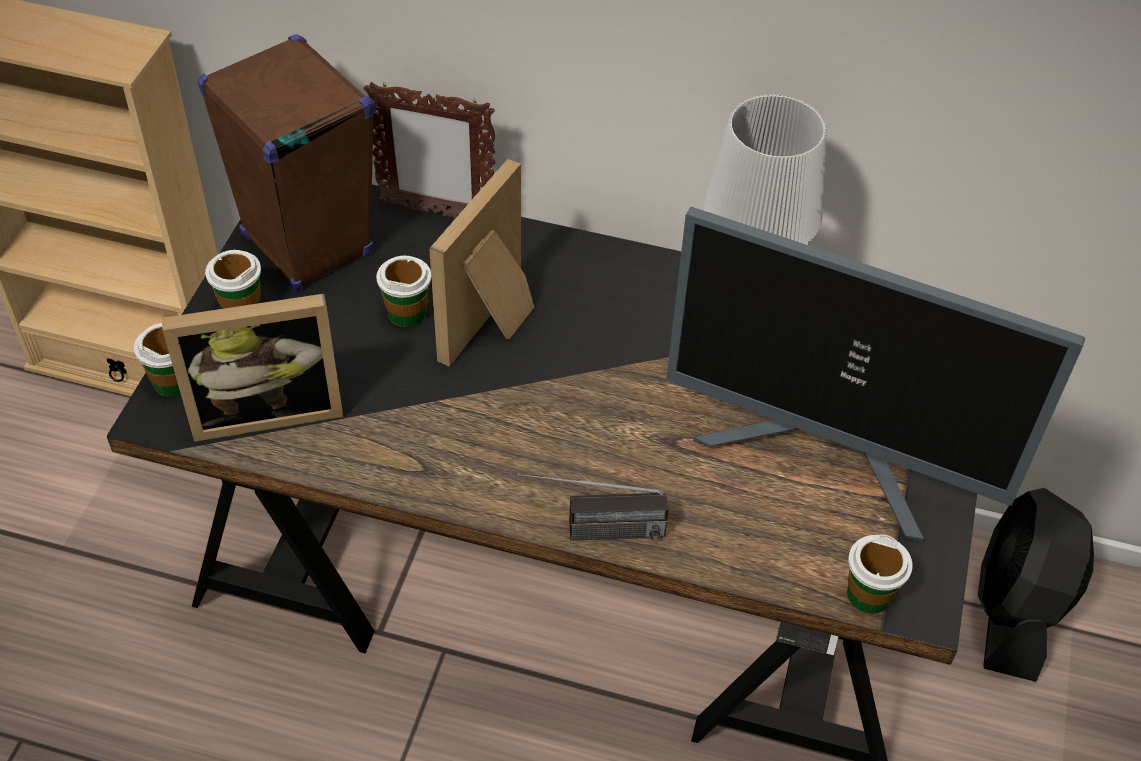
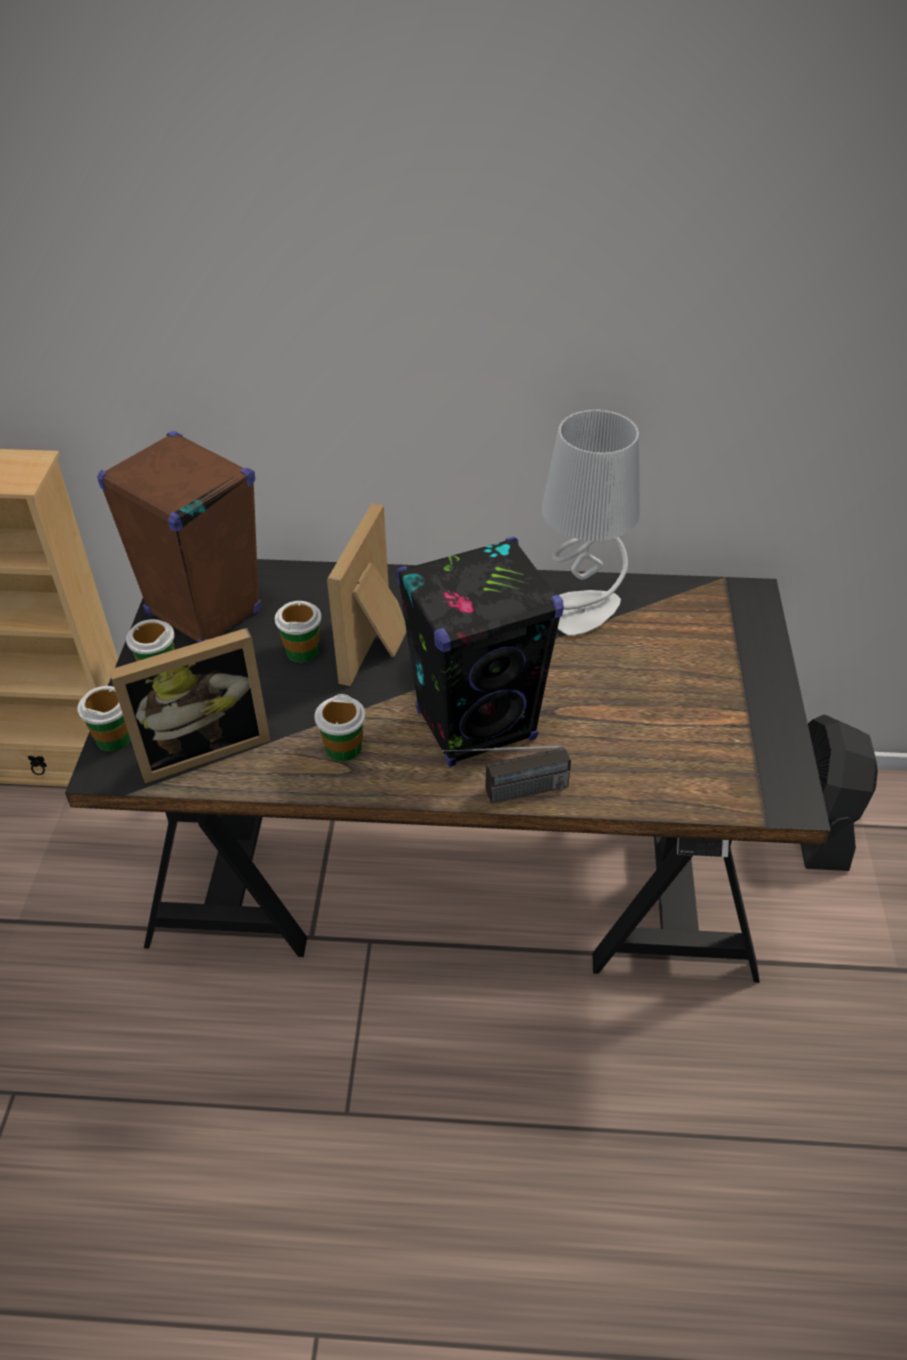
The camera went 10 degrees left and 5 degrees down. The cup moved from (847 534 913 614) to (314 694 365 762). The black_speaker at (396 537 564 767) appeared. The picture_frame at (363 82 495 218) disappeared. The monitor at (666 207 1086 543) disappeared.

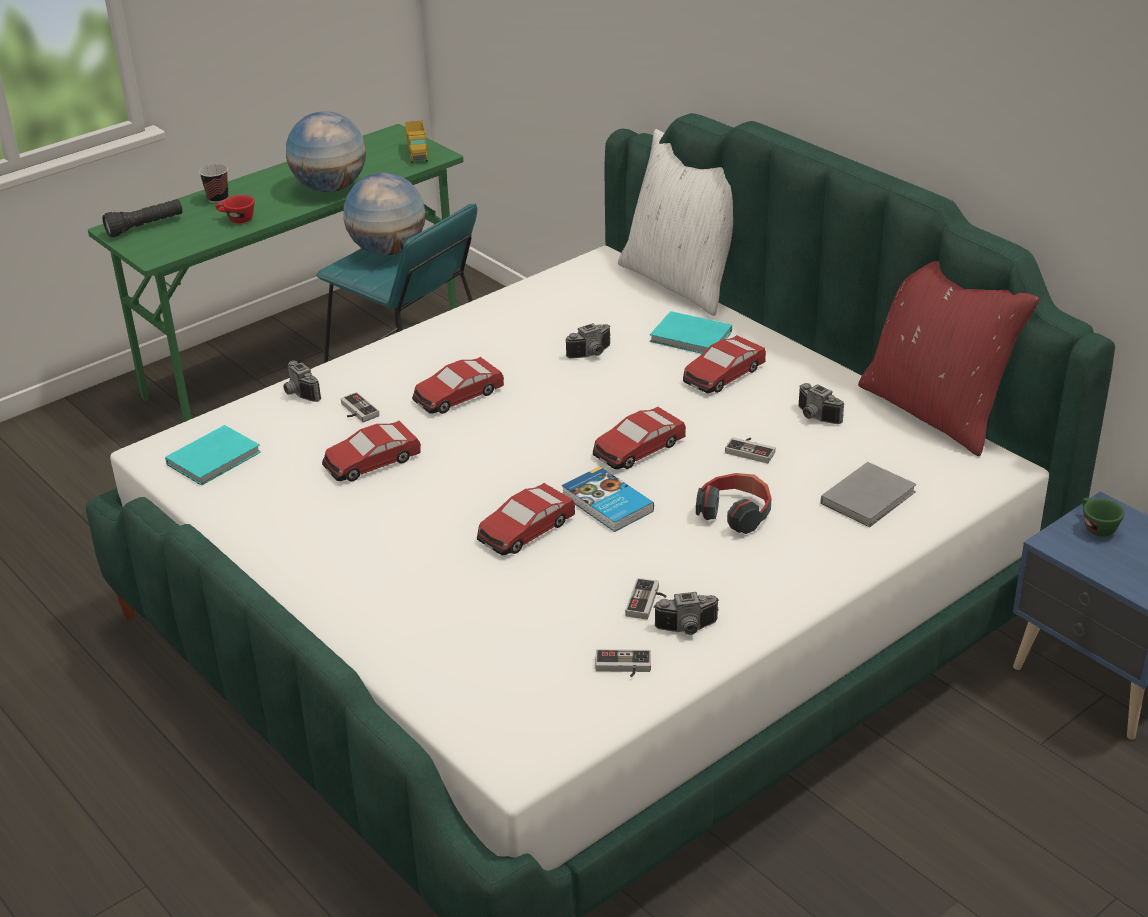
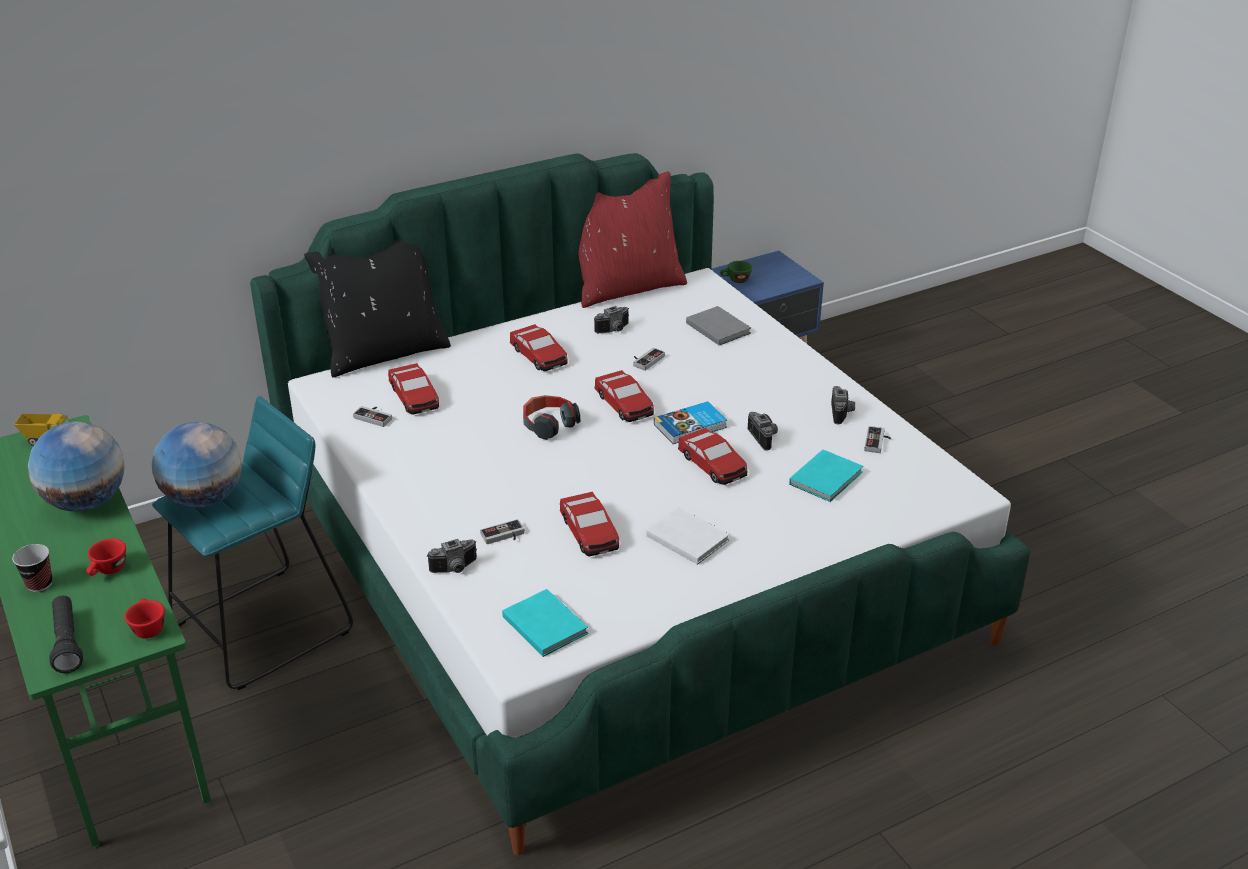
The camera went 80 degrees left and 0 degrees up. The red_cup at (125 599 165 638) appeared. The white_pillow at (618 129 733 316) became the black_pillow at (304 240 451 378). The game_controller moved from (625 578 666 619) to (353 406 392 427). The toy_car moved from (412 357 504 414) to (388 363 439 415). The headphones moved from (696 473 771 534) to (523 395 580 440). The white_book at (646 507 730 565) appeared. The photo_camera moved from (566 323 611 359) to (747 412 778 451). The turquoise_book moved from (650 311 732 354) to (789 449 863 502).

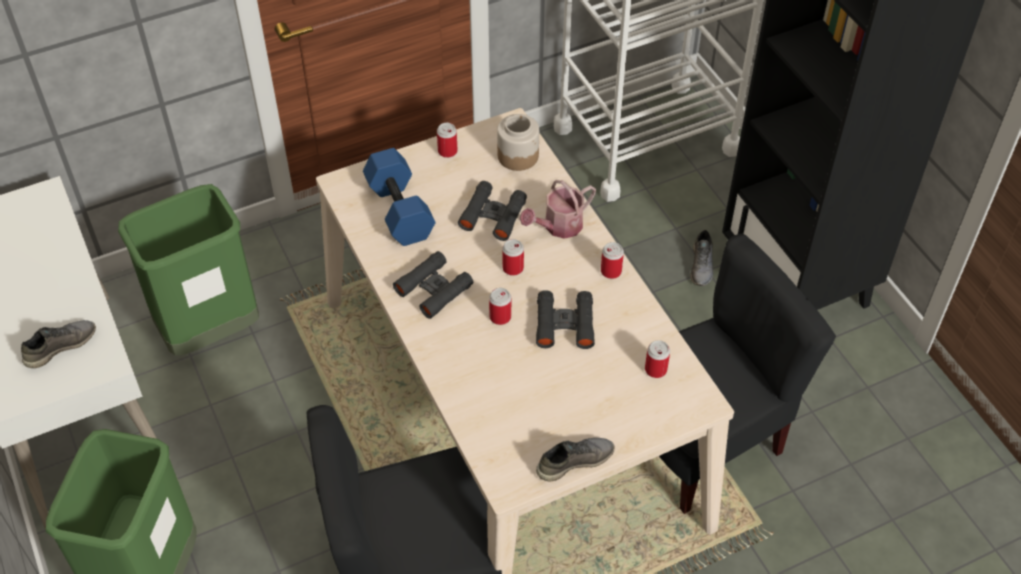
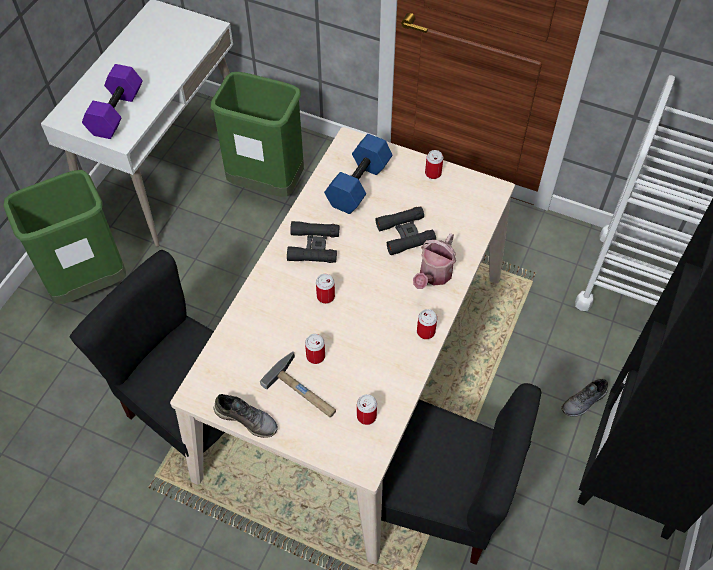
The camera went 50 degrees right and 5 degrees up. The grey_shoe at (21 320 96 368) was replaced by the purple_dumbbell at (82 64 143 139). The hammer at (260 351 336 417) appeared. The can moved from (502 239 524 276) to (305 334 325 364). The watering_can at (520 180 596 239) turned 75 degrees counterclockwise. The jar at (497 114 539 171) disappeared. The black_binoculars at (536 290 595 349) disappeared.

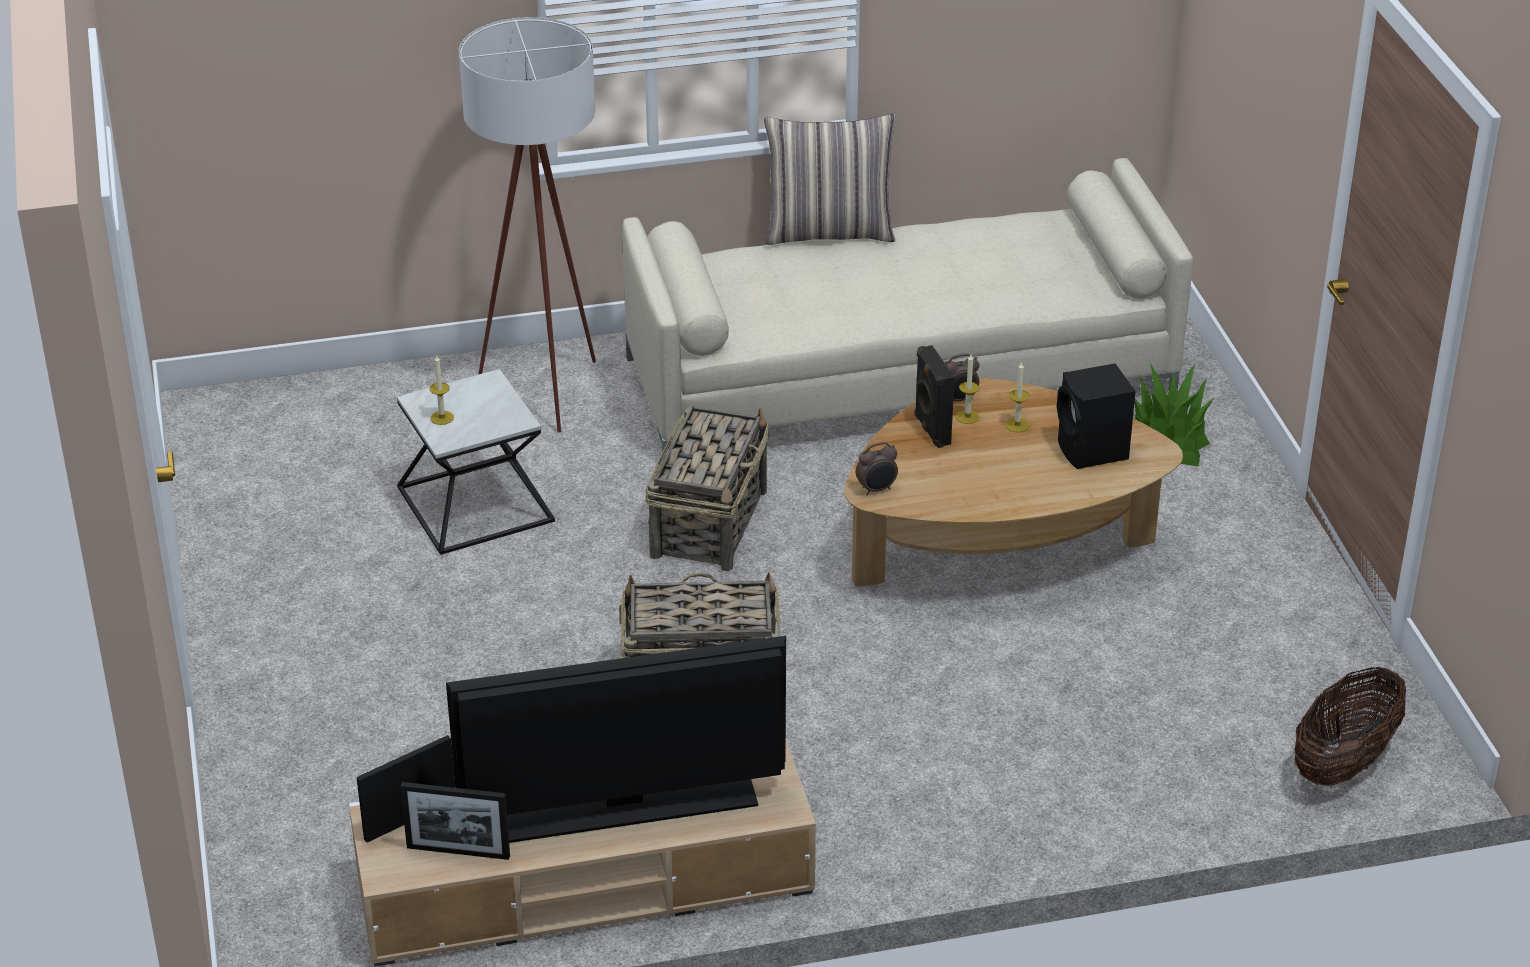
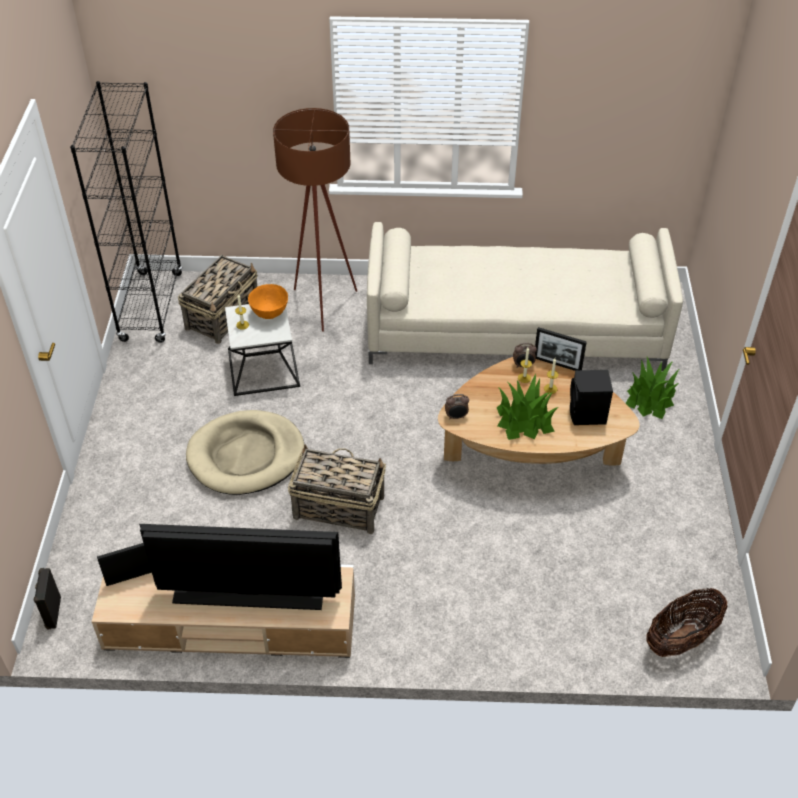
The camera went 15 degrees right and 10 degrees up. The black_speaker moved from (914 345 954 448) to (34 568 61 629). The black_bookcase at (70 81 183 343) appeared. The basket moved from (645 406 769 571) to (178 255 258 344). The beige_dog_bed at (186 410 304 495) appeared. The orange_bowl at (248 284 288 319) appeared. The white_floor_lamp at (459 17 596 432) became the brown_floor_lamp at (273 108 357 332). The potted_plant at (497 373 558 440) appeared. The picture_frame moved from (400 782 510 860) to (535 327 587 371). The pillow at (764 114 897 245) disappeared.

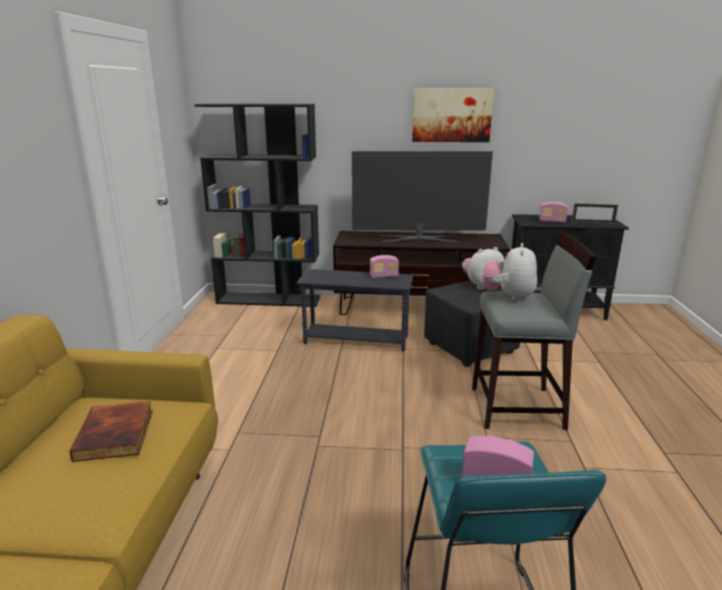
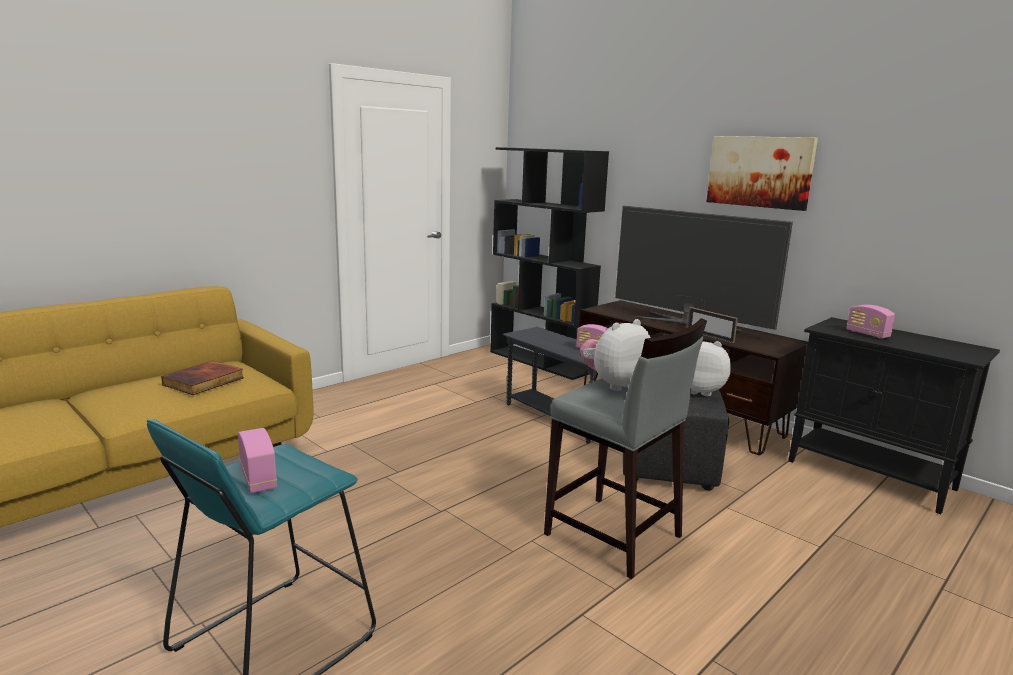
The camera went 40 degrees right and 5 degrees down. The picture_frame moved from (572 203 618 224) to (687 307 738 343).

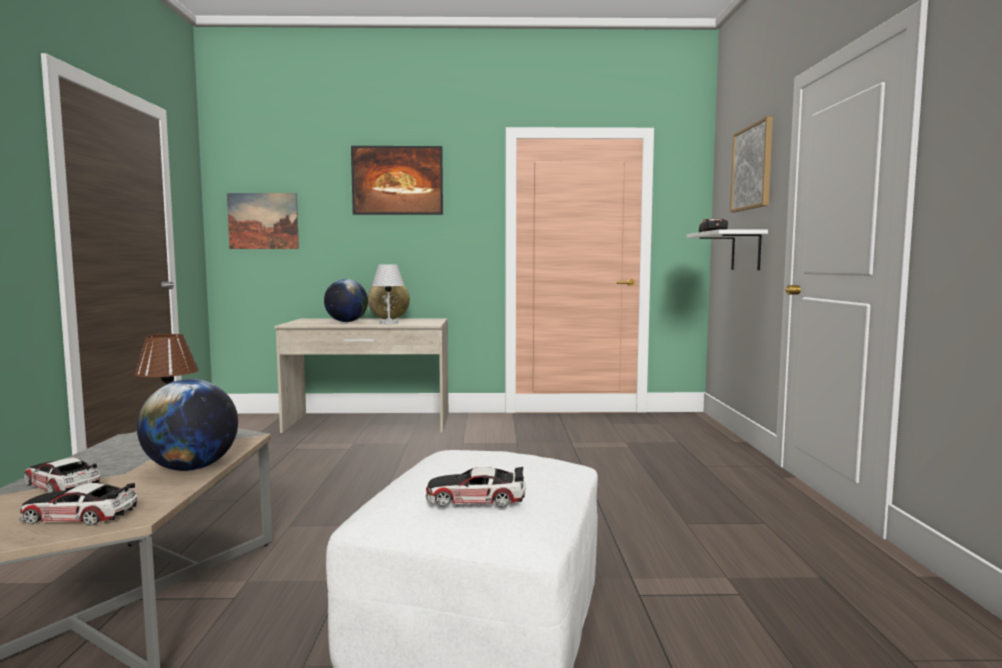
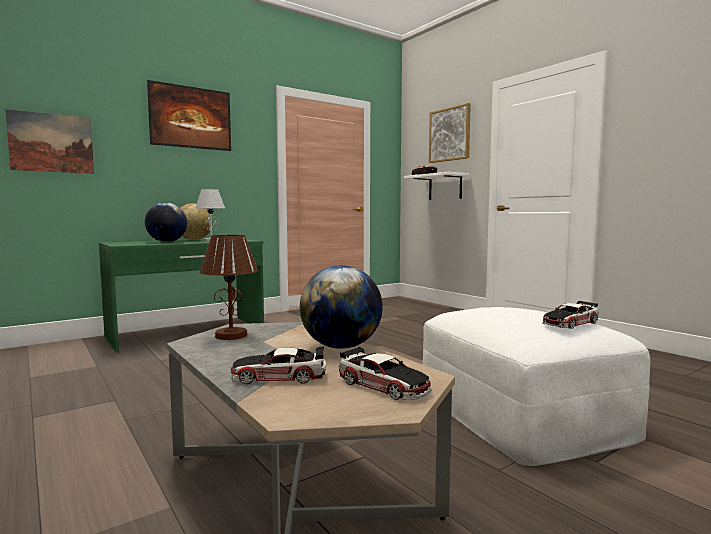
The camera went 35 degrees left and 0 degrees up. The beige_desk at (275 318 448 433) became the green_desk at (99 239 264 352). The toy_car at (19 483 137 525) turned 105 degrees counterclockwise.

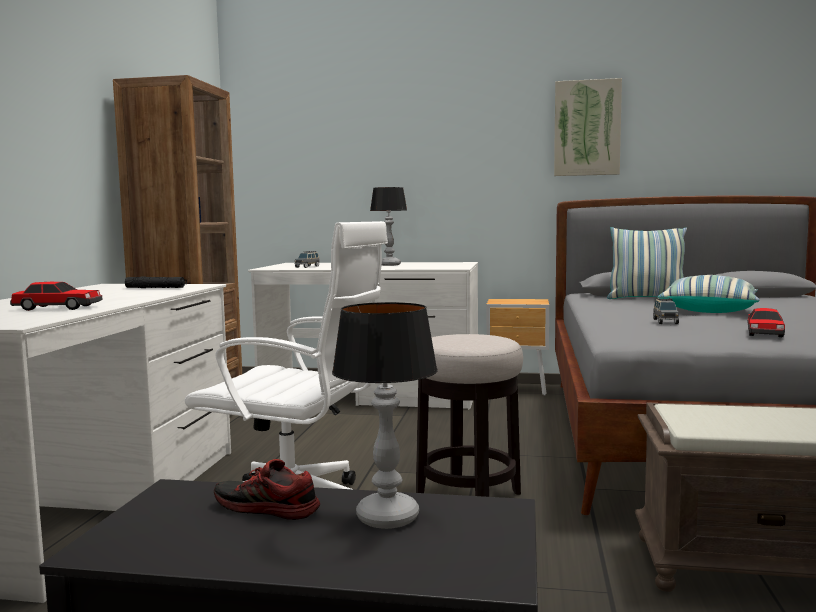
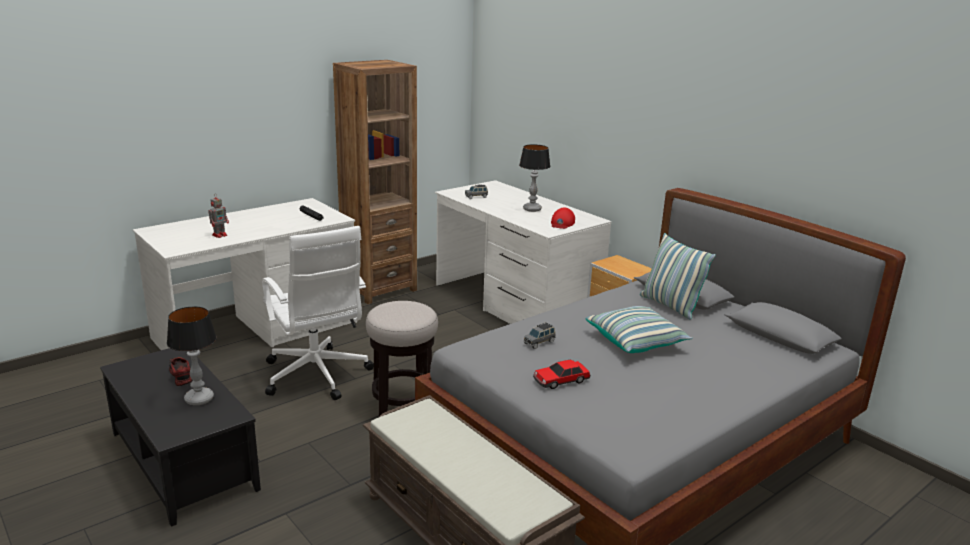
The camera went 40 degrees right and 15 degrees up. The toy_car at (10 282 102 311) was replaced by the toy_robot at (209 194 229 238). The red_cap at (551 207 575 229) appeared. The picture at (554 78 622 176) disappeared.

